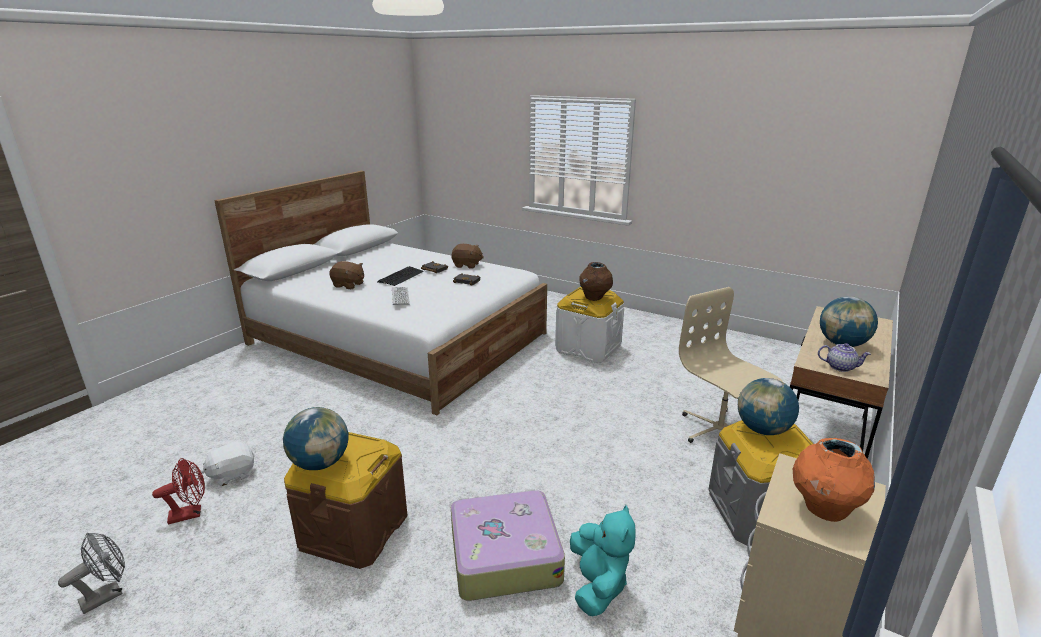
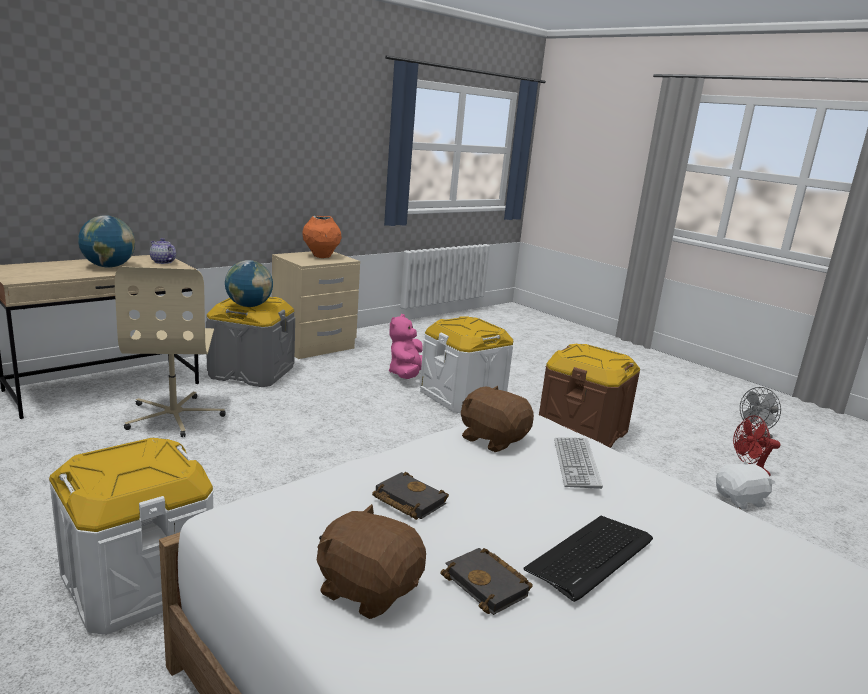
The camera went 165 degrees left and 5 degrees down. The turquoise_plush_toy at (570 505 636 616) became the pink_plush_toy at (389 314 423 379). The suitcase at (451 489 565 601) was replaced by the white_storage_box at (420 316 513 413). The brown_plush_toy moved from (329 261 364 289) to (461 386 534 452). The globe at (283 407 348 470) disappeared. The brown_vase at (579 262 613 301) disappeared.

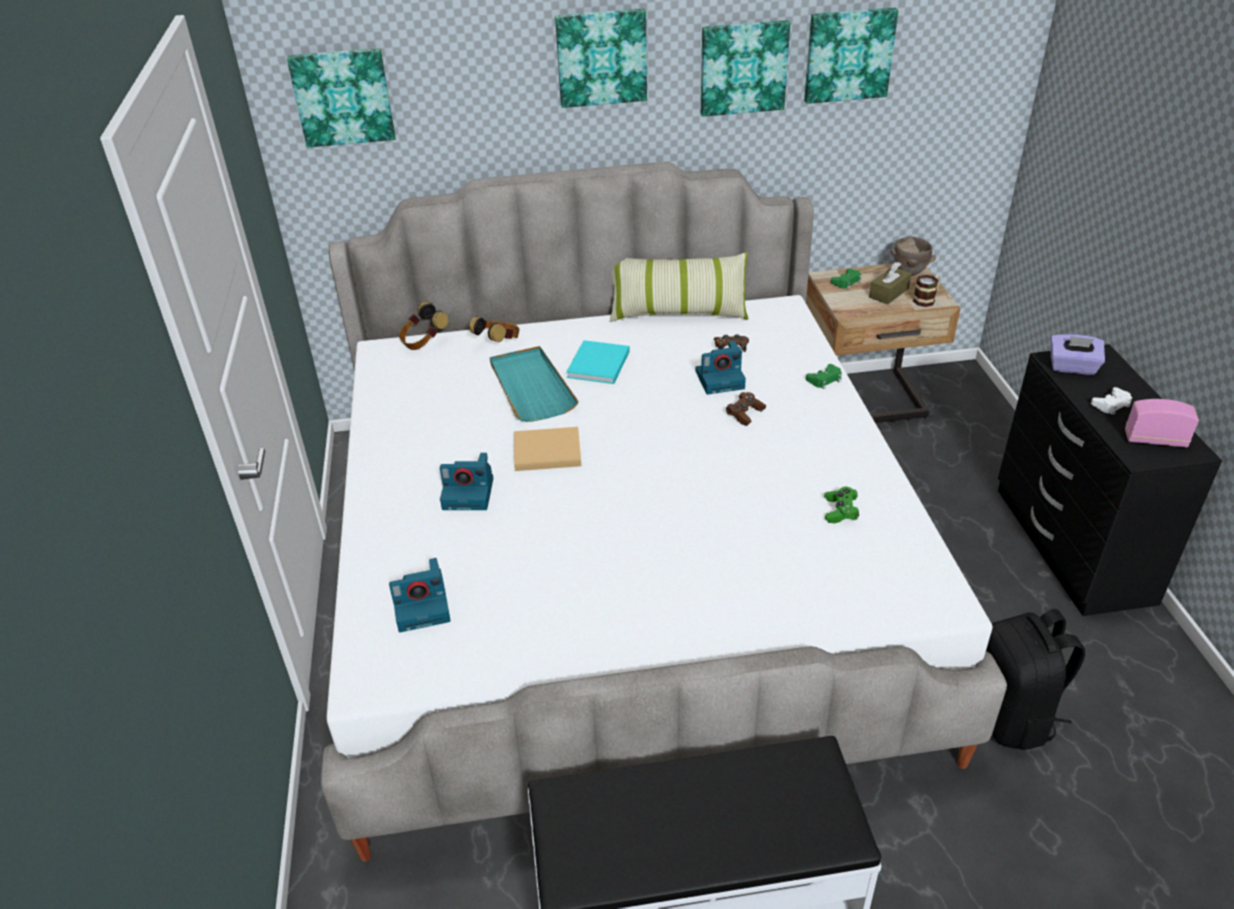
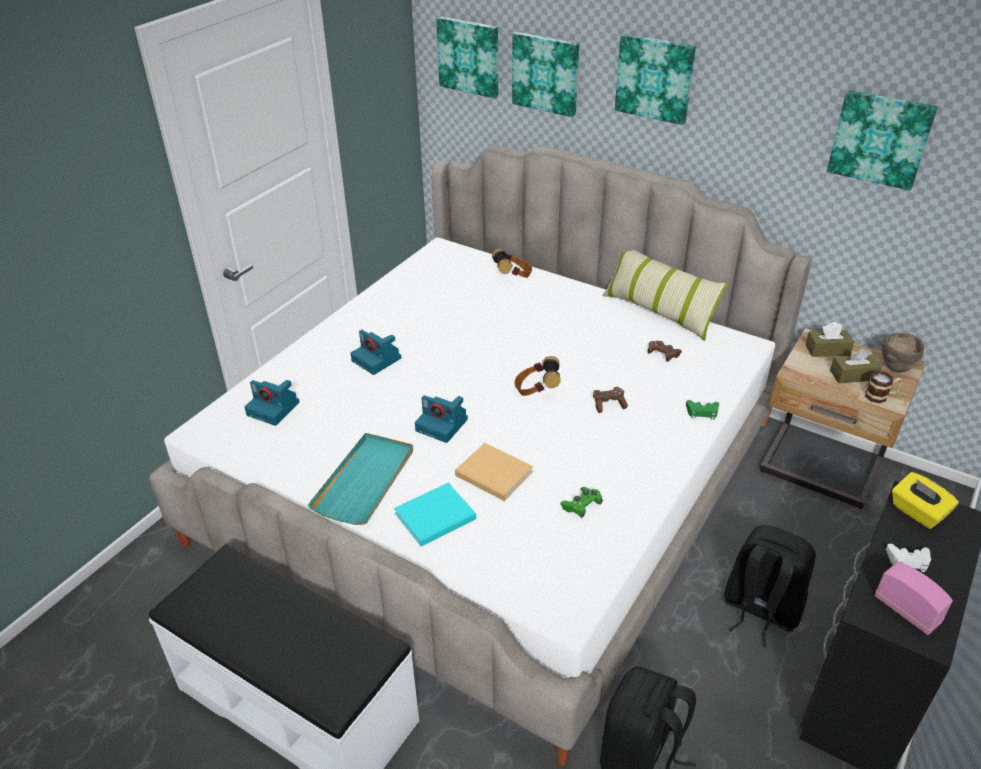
The camera went 40 degrees right and 0 degrees up. The turquoise_tray moved from (490 346 579 422) to (308 433 413 525). The turquoise_book moved from (567 340 630 384) to (394 483 476 547). The photo_camera moved from (695 340 746 395) to (415 395 468 443). The beige_book moved from (514 427 581 471) to (455 443 533 501). The picture moved from (701 20 790 117) to (512 32 579 117). The headphones moved from (399 302 449 350) to (514 356 561 396). The black_backpack at (724 525 816 647) appeared. The green_game_controller at (831 268 861 289) was replaced by the brown_tissue_box at (805 322 854 357). The purple_tissue_box at (1050 334 1105 375) became the yellow_tissue_box at (892 472 959 529).

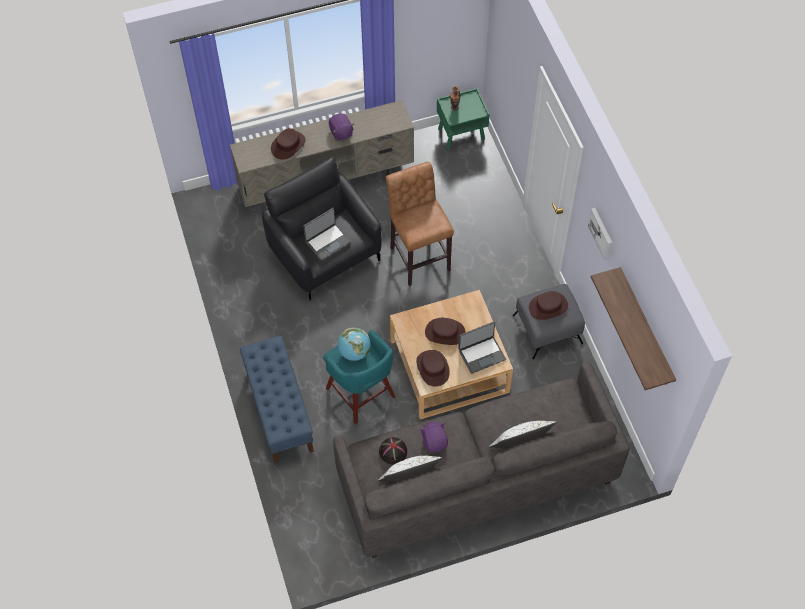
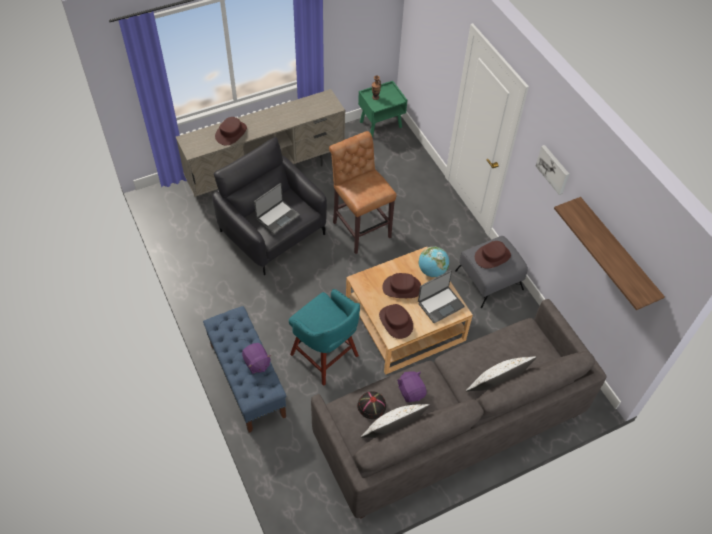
The camera went 10 degrees left and 5 degrees down. The purple_plush_toy moved from (329 114 354 141) to (242 343 271 374). The globe moved from (338 328 371 361) to (419 247 449 277).

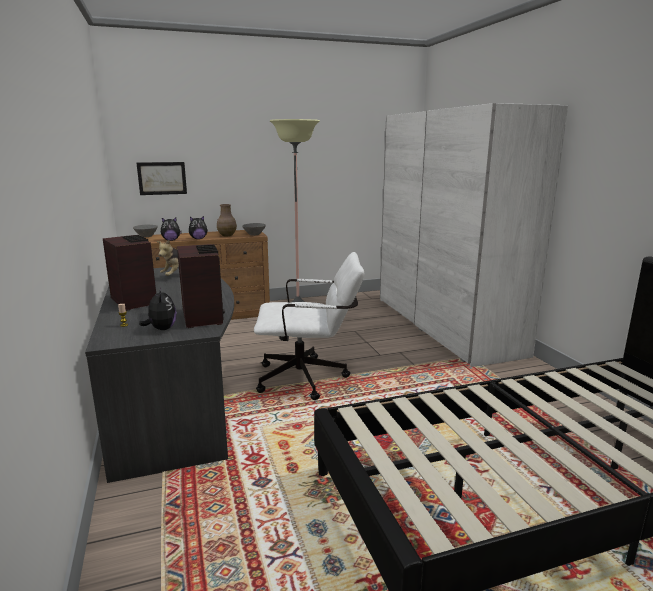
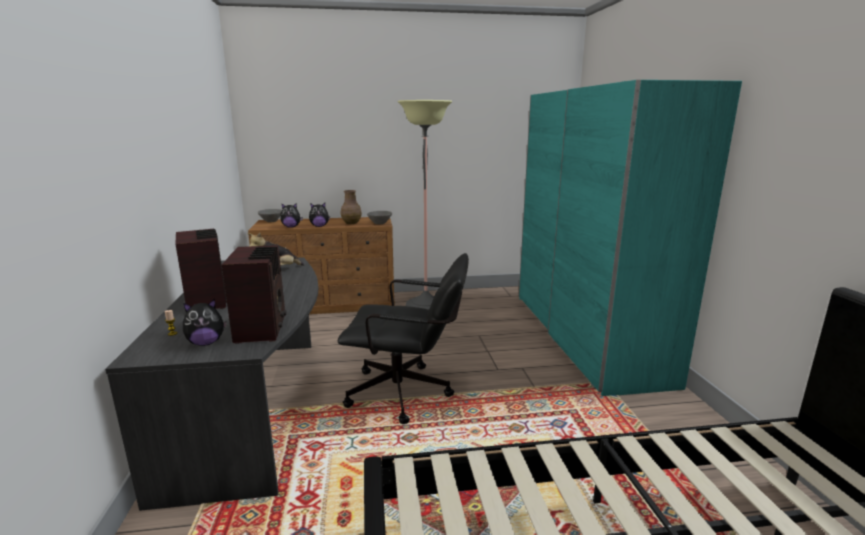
The camera went 10 degrees right and 0 degrees up. The plush_toy at (139 288 177 330) turned 75 degrees clockwise. The white_office_chair at (254 252 364 400) became the black_office_chair at (338 253 469 424). The white_wardrobe at (380 103 568 367) became the turquoise_wardrobe at (519 80 742 396). The picture at (137 162 187 195) disappeared.

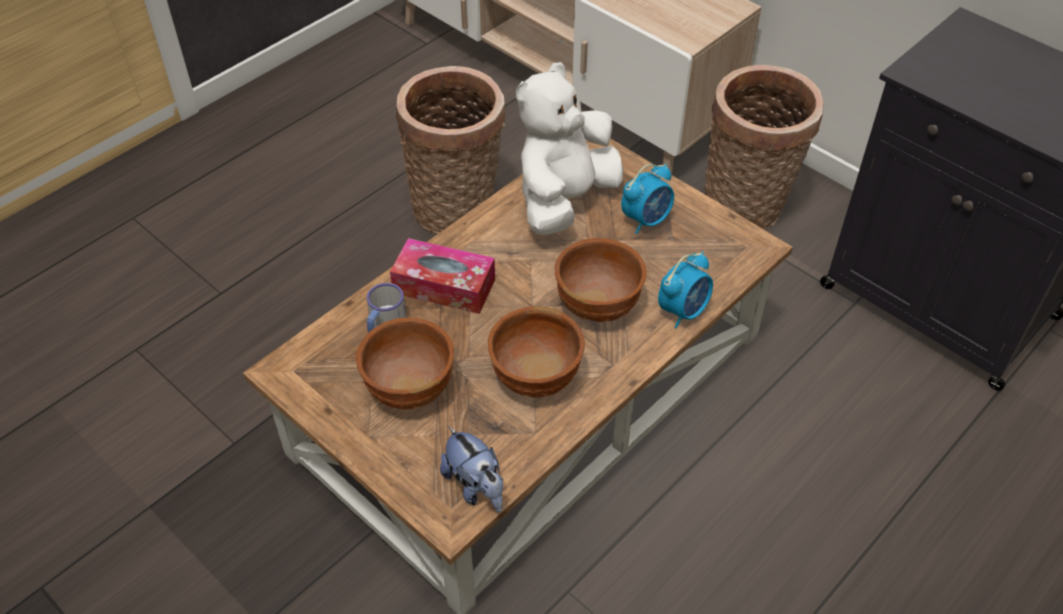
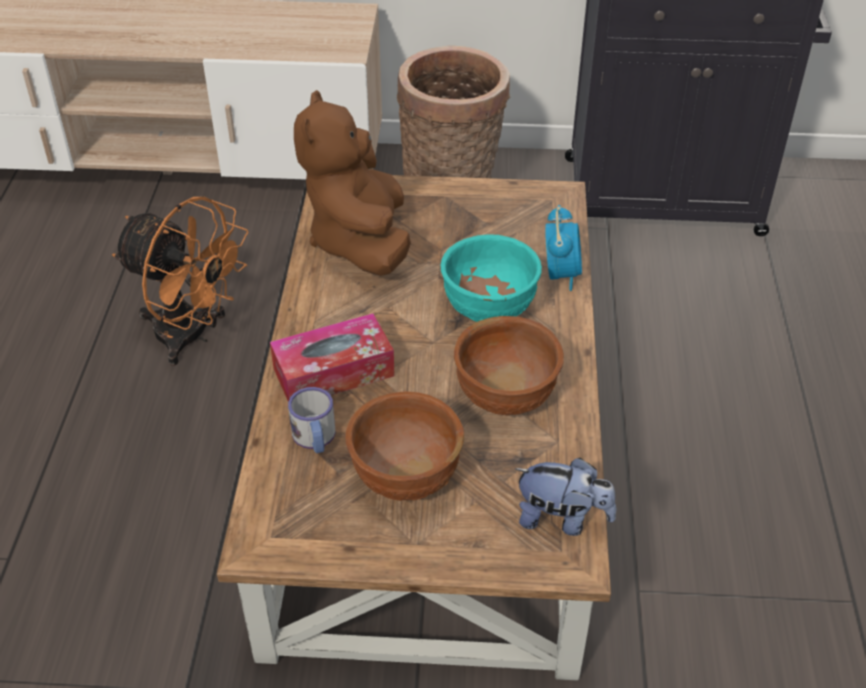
The camera went 40 degrees left and 5 degrees down. The basket at (396 66 505 234) was replaced by the orange_fan at (112 197 249 366). The white_plush_toy at (516 62 623 236) became the brown_plush_toy at (294 90 411 276). The brown_bowl at (555 238 647 322) became the turquoise_bowl at (441 234 542 322). The alarm_clock at (621 164 674 234) disappeared.

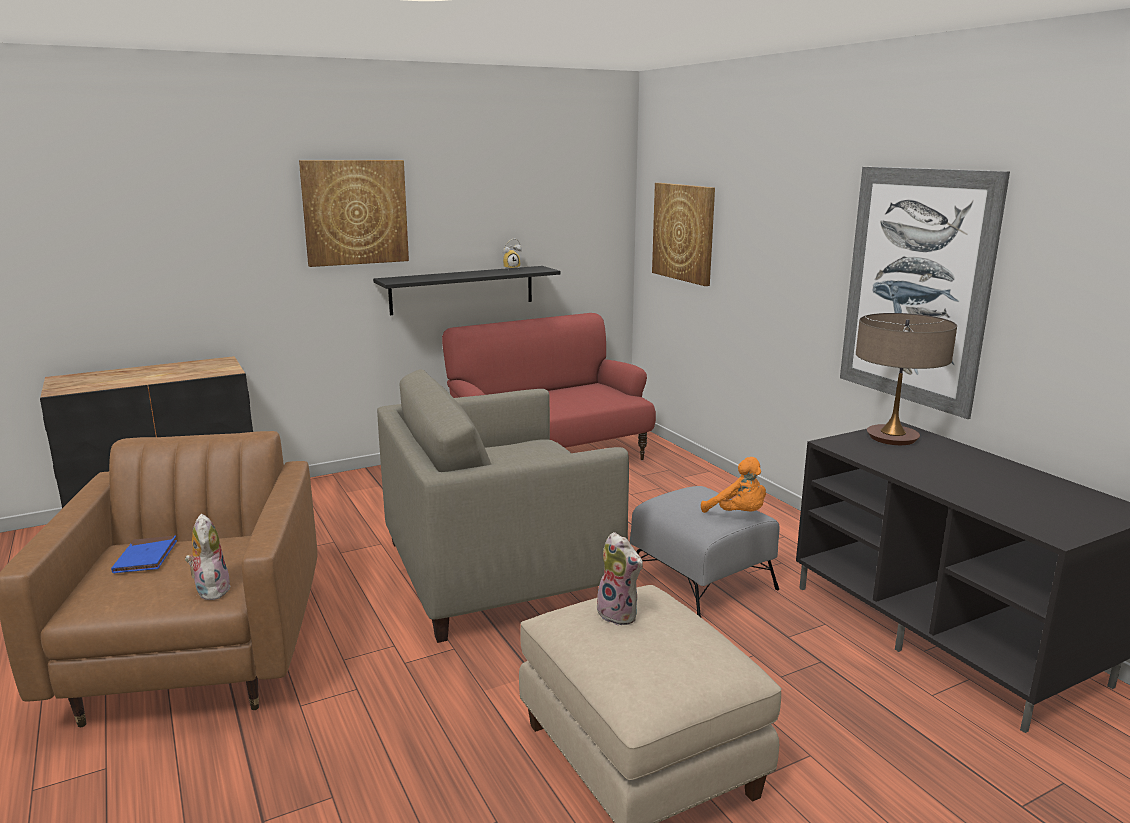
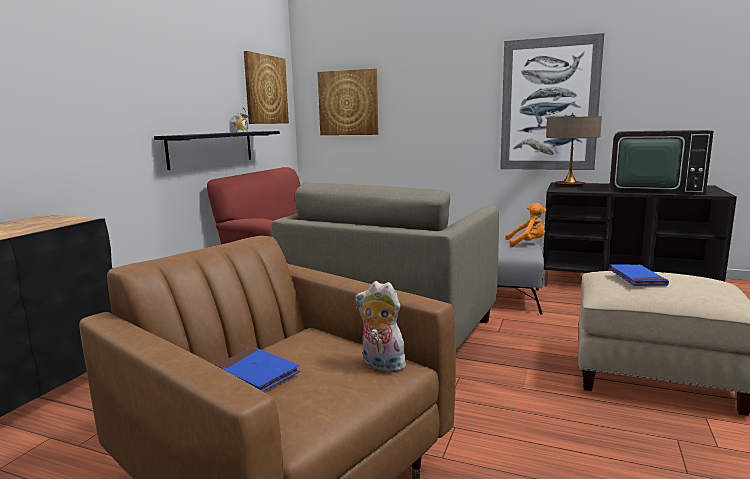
The camera went 40 degrees left and 5 degrees down. The picture moved from (299 160 409 267) to (244 51 289 124). The plush_toy at (597 532 643 626) was replaced by the blue_book at (609 264 669 286). The television at (610 130 714 195) appeared.

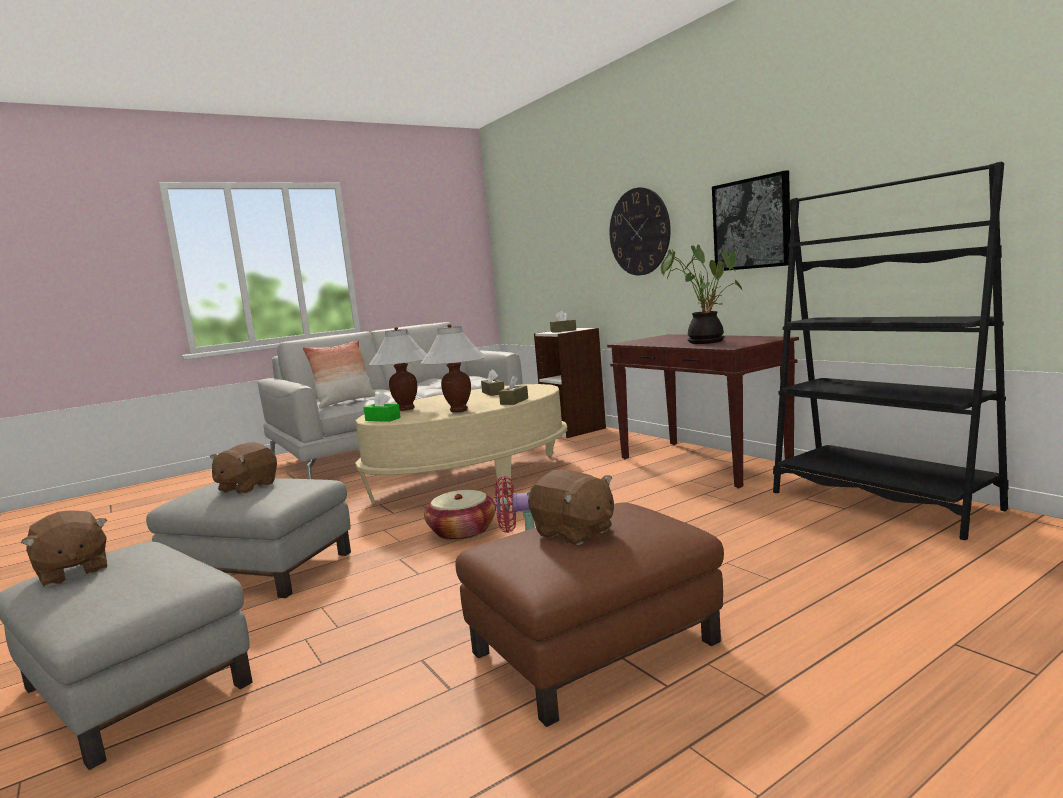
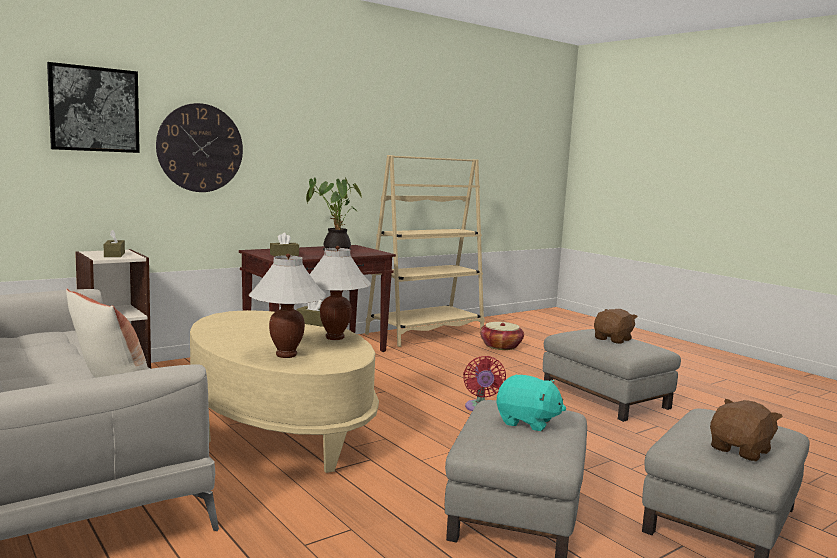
The camera went 95 degrees left and 0 degrees up. The picture moved from (712 171 790 271) to (47 62 140 153). The brown_tissue_box moved from (481 369 504 396) to (270 233 299 256). The black_bookcase at (773 162 1009 540) became the beige_bookcase at (365 155 485 347). The basket moved from (424 490 496 541) to (480 322 524 350). The brown_plush_toy at (210 442 277 495) became the turquoise_plush_toy at (496 375 566 431). The brown_ottoman at (456 502 724 727) became the grey_ottoman at (543 329 681 422). The green_tissue_box at (363 392 401 422) disappeared.

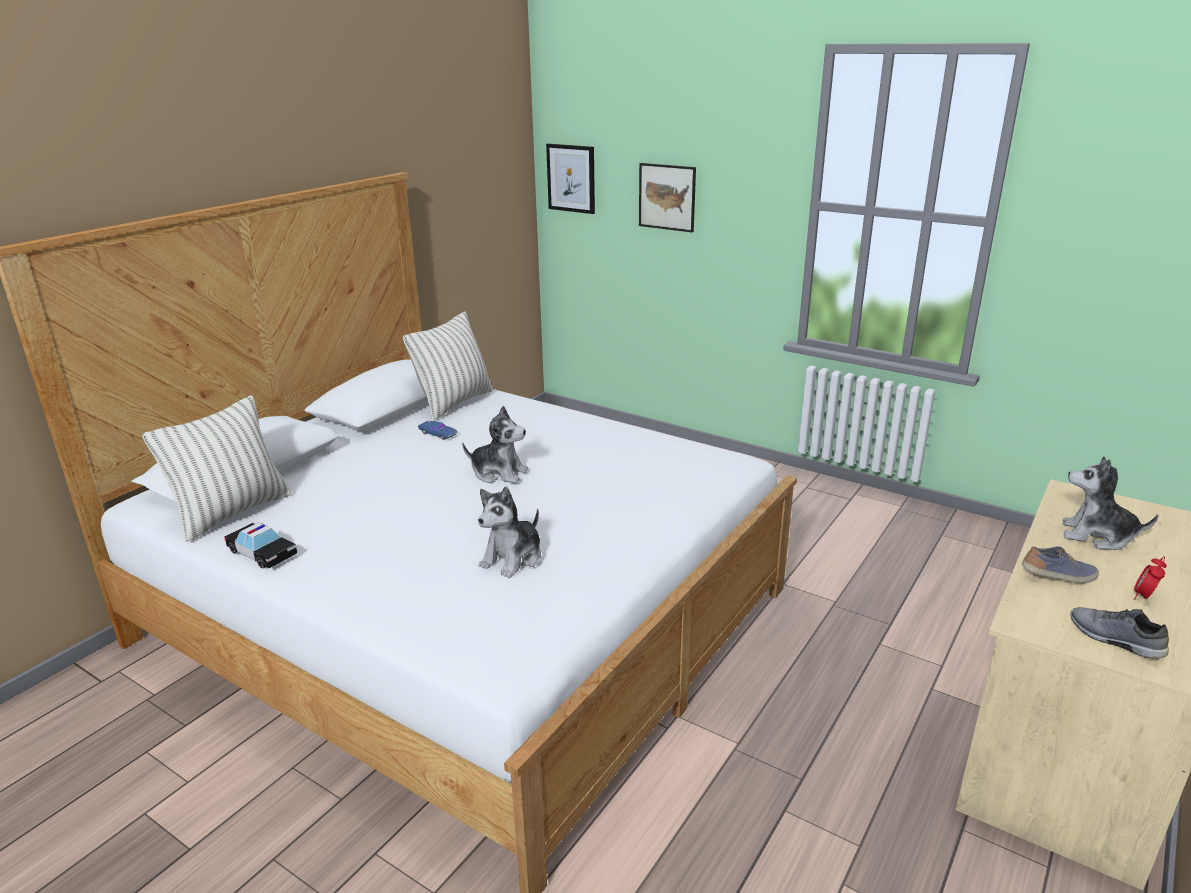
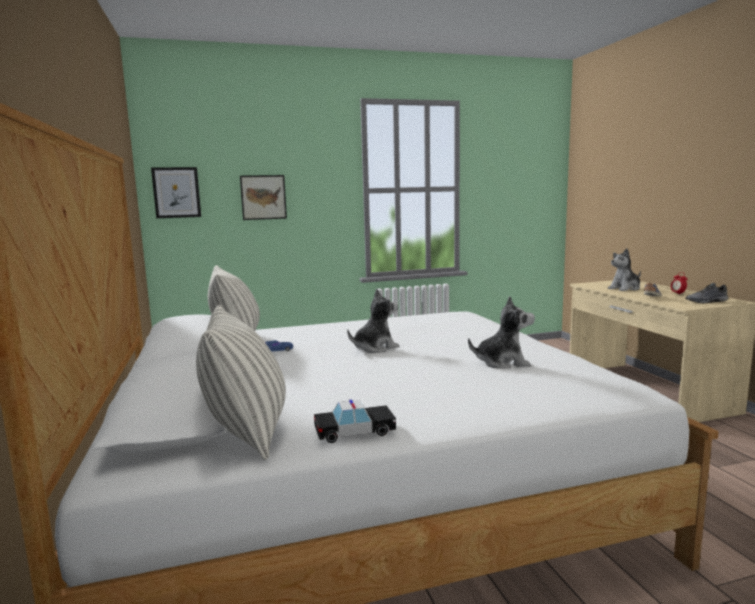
The camera went 50 degrees left and 15 degrees down. The plush_toy at (478 487 541 578) turned 75 degrees counterclockwise.

